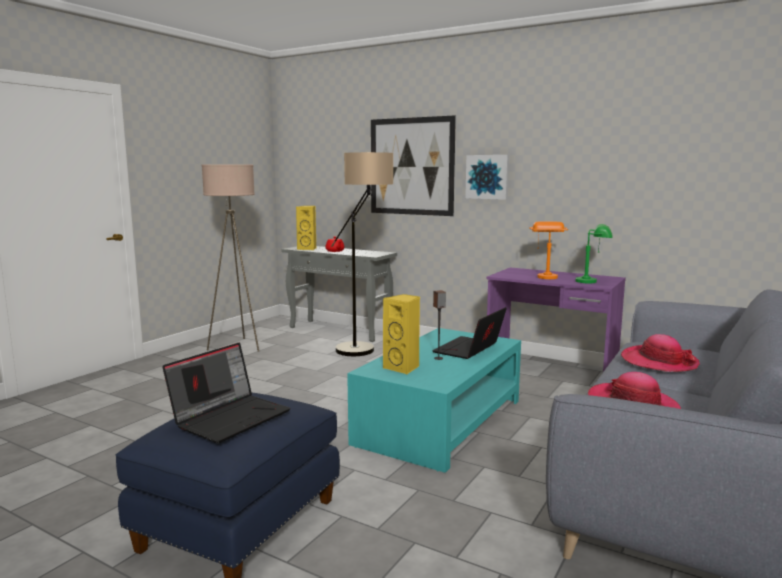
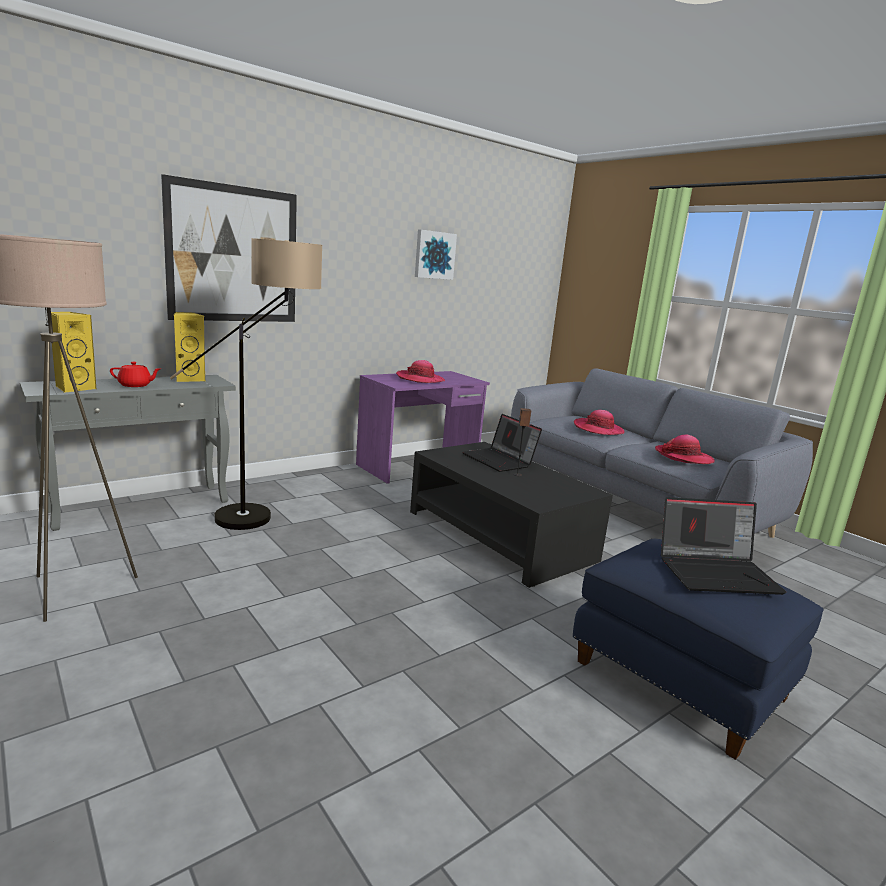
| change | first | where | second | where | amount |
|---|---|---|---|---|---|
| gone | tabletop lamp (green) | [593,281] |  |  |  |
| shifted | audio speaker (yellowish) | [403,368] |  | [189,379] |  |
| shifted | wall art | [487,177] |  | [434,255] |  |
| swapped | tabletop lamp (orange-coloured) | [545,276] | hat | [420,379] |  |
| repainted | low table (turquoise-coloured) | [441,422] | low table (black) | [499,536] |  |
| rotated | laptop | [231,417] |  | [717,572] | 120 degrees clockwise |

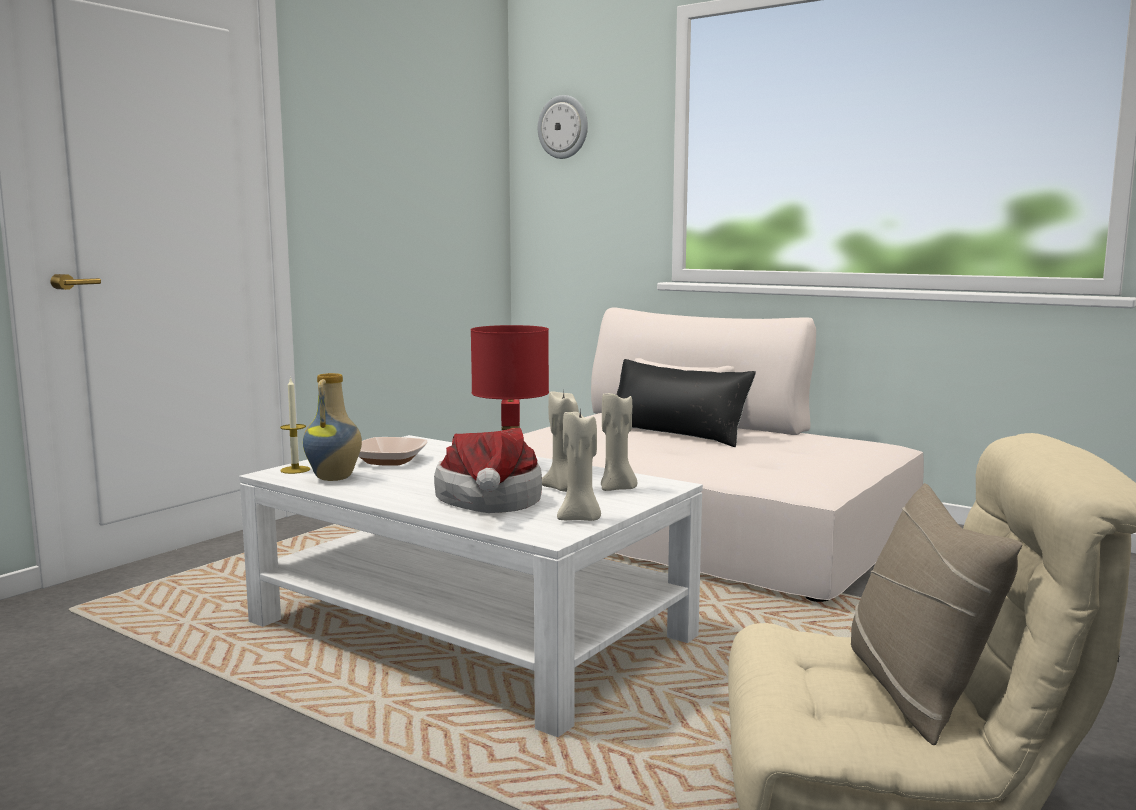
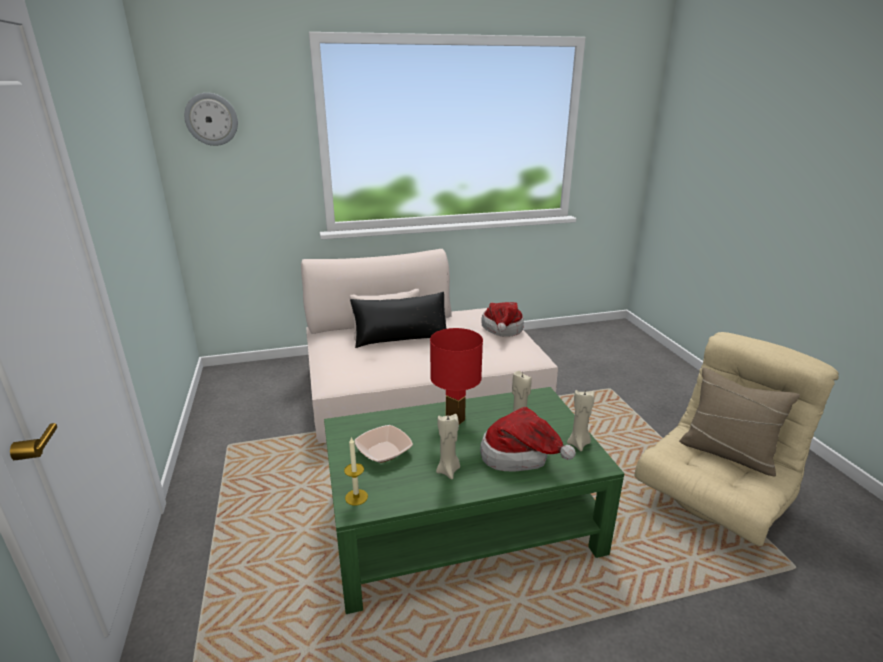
| change | first | where | second | where | amount |
|---|---|---|---|---|---|
| gone | vase | [335,478] |  |  |  |
| new |  |  | hat | [502,330] |  |
| shifted | wax light (sand-coloured) | [617,489] |  | [448,470] |  |
| repainted | low table (white) | [472,630] | low table (green) | [462,522] |  |

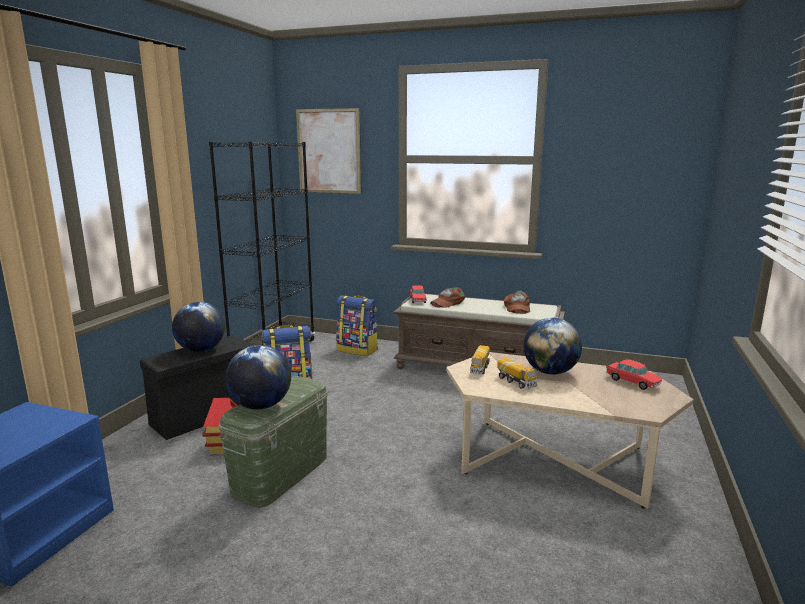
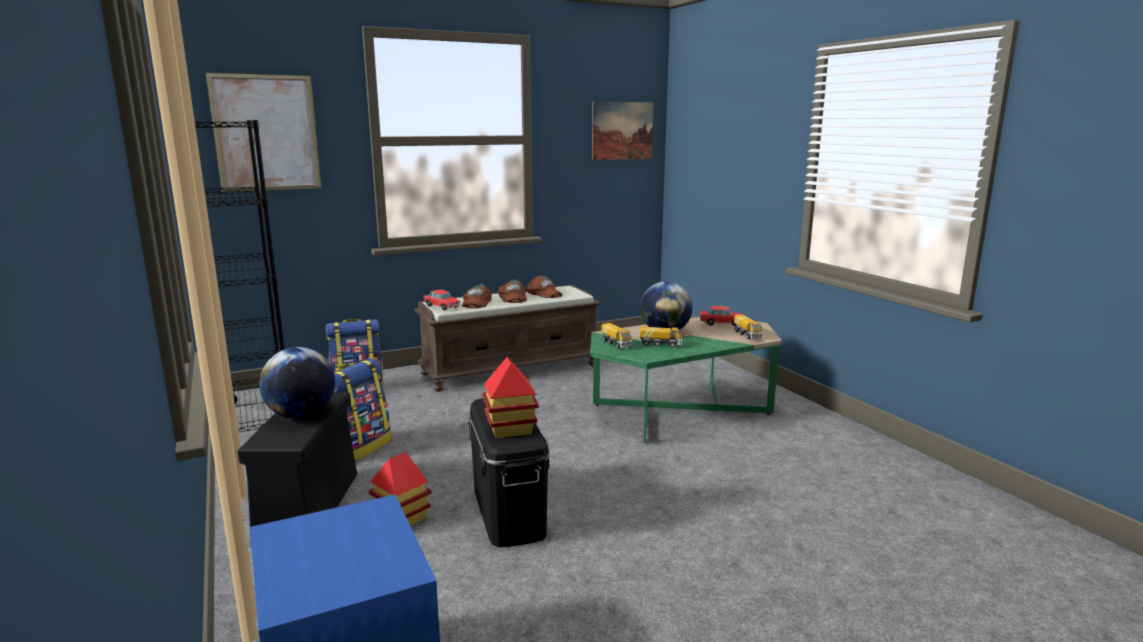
| change | first | where | second | where | amount |
|---|---|---|---|---|---|
| new |  |  | baseball cap (brownish) | [512,297] |  |
| new |  |  | wall art | [622,130] |  |
| new |  |  | model truck | [747,335] |  |
| swapped | world globe | [261,406] | miniature house | [510,429] |  |
| repainted | storage container (green) | [281,475] | storage container (black) | [509,510] |  |
| repainted | low table (sand-coloured) | [554,460] | low table (green) | [680,409] |  |

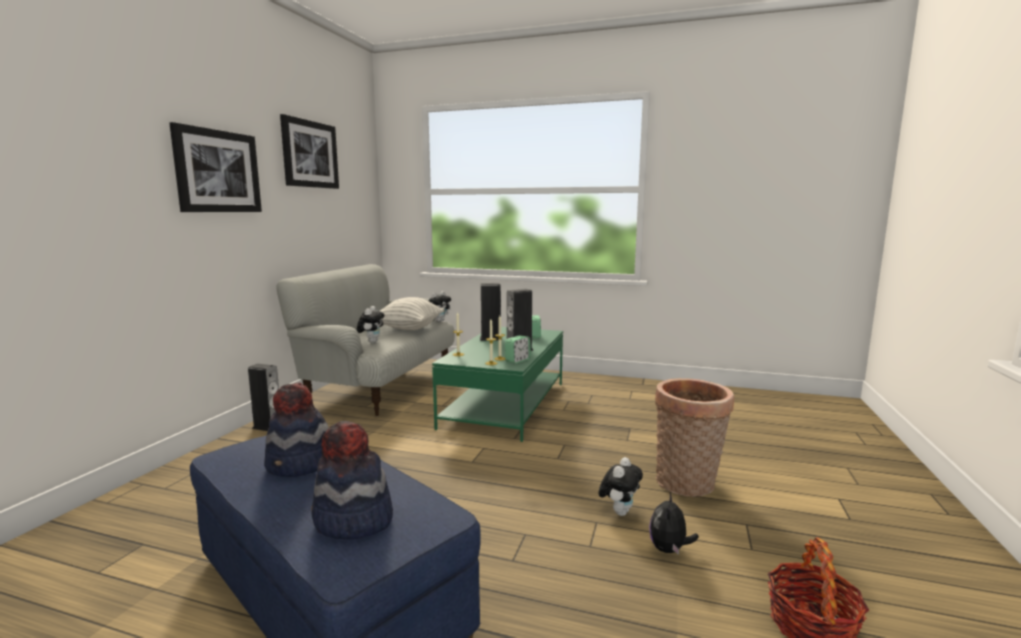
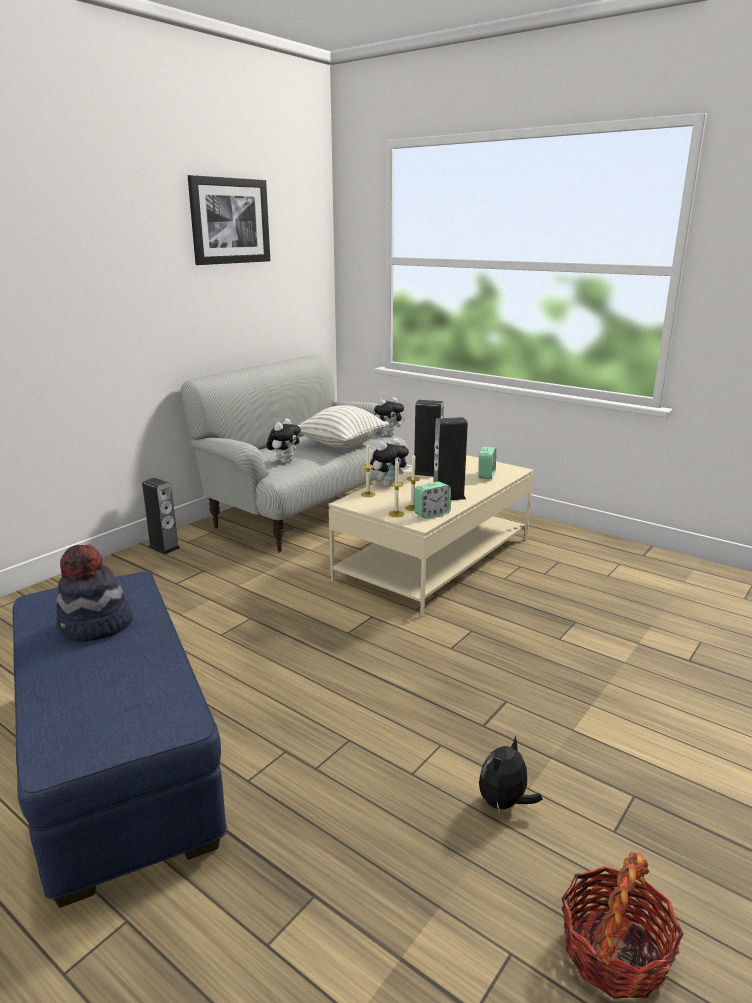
| change | first | where | second | where | amount |
|---|---|---|---|---|---|
| gone | wall art | [217,171] |  |  |  |
| gone | hat | [353,520] |  |  |  |
| gone | storage basket | [687,485] |  |  |  |
| shifted | cuddly toy | [619,511] |  | [389,484] |  |
| repainted | low table (green) | [505,404] | low table (sand-coloured) | [435,559] |  |

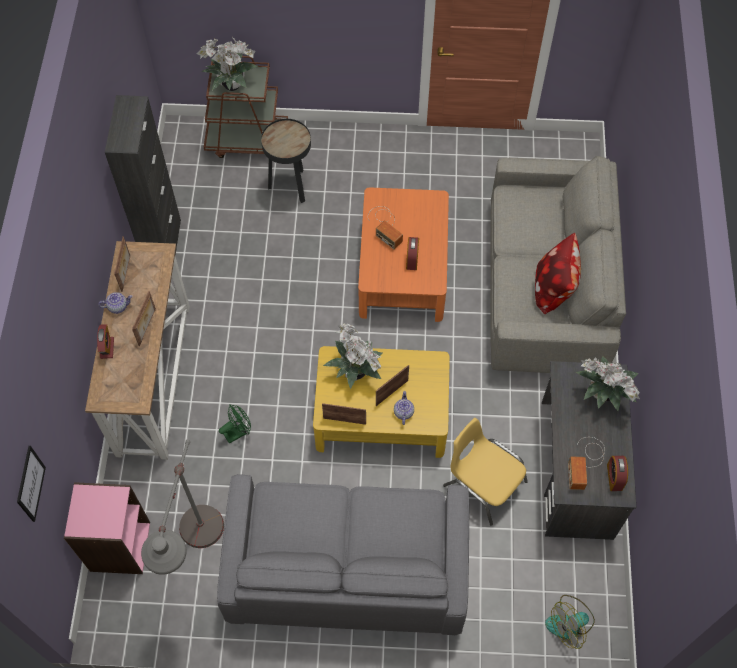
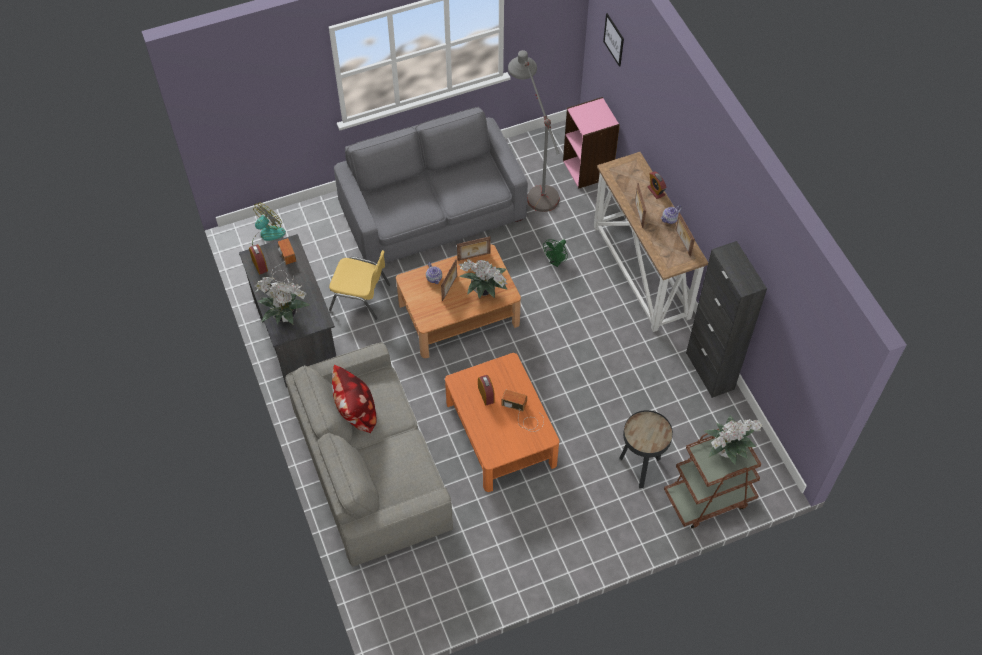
| change | first | where | second | where | amount |
|---|---|---|---|---|---|
| repainted | low table (yellowish) | [381,414] | low table (brownish) | [459,313] |  |

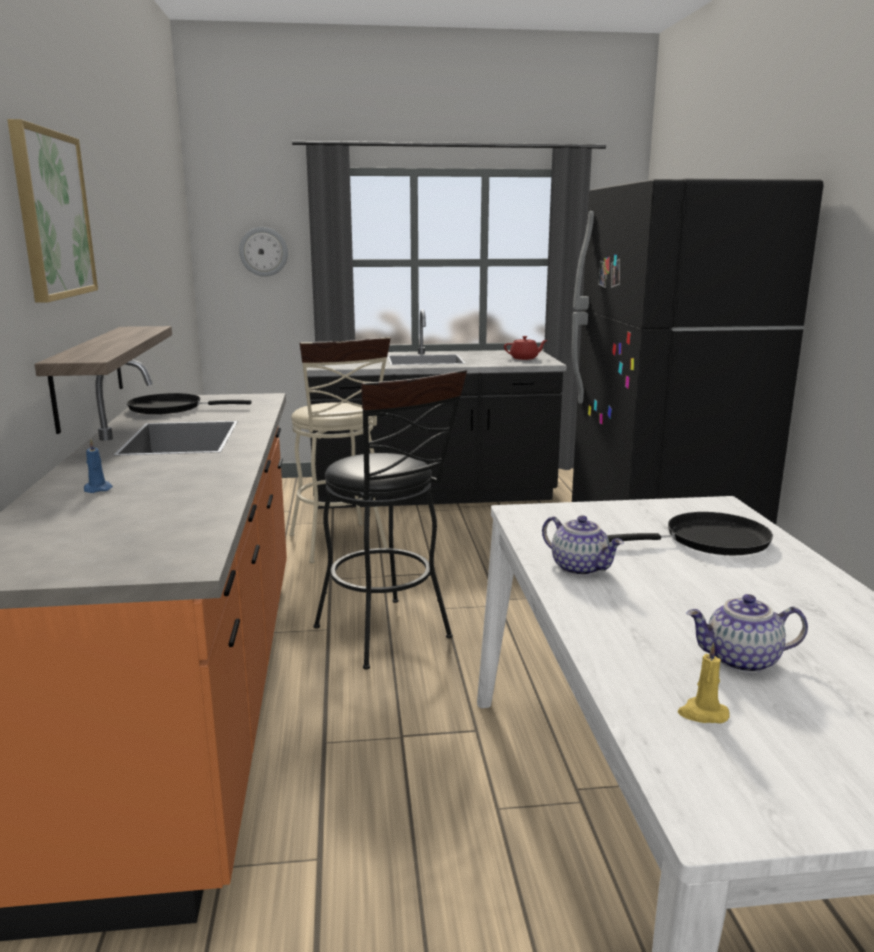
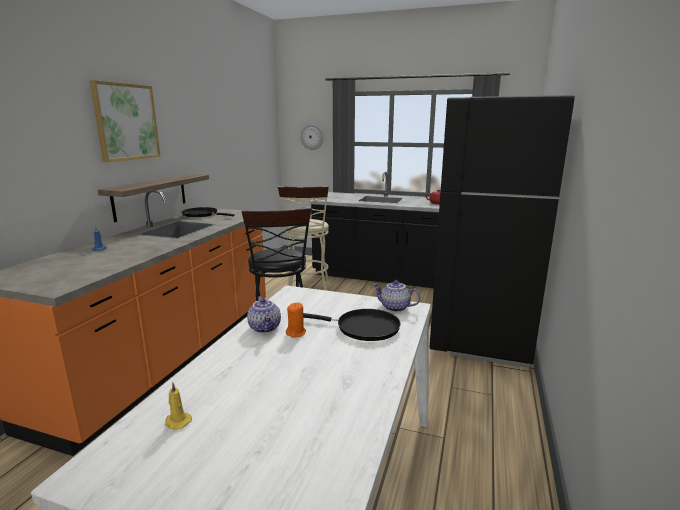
| change | first | where | second | where | amount |
|---|---|---|---|---|---|
| new |  |  | wax light (orange-coloured) | [296,333] |  |
| shifted | teapot | [741,661] |  | [394,308] |  |

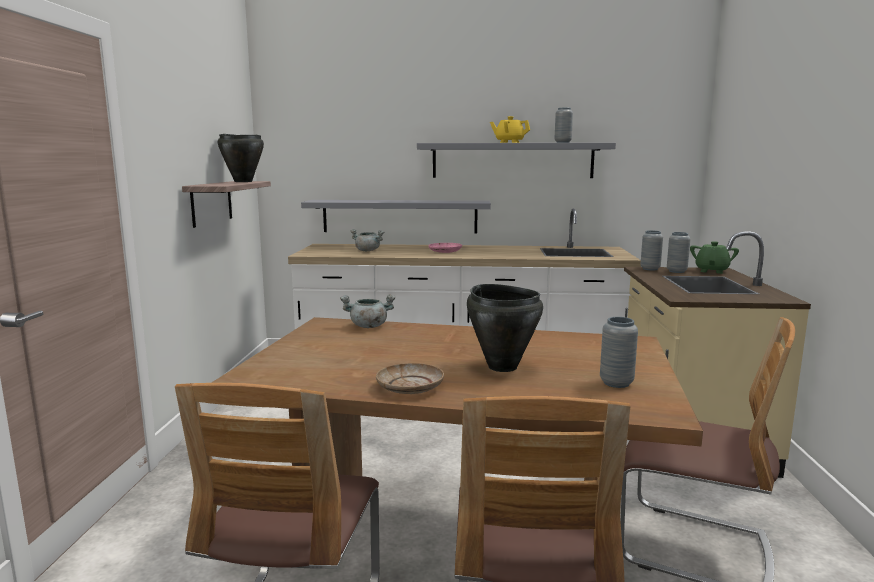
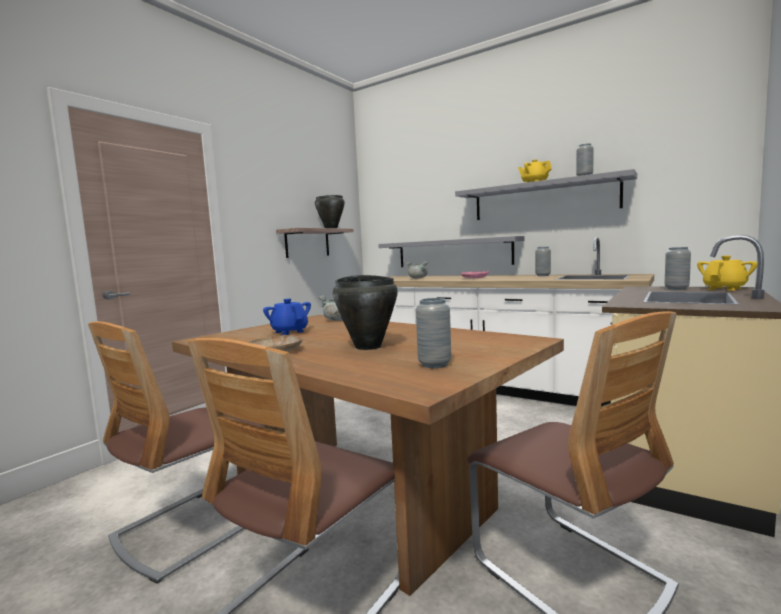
| change | first | where | second | where | amount |
|---|---|---|---|---|---|
| new |  |  | teapot (blue-coloured) | [289,332] |  |
| shifted | vase (greyish) | [650,269] |  | [543,275] |  |
| repainted | teapot (green) | [712,271] | teapot (yellowish) | [724,289] |  |

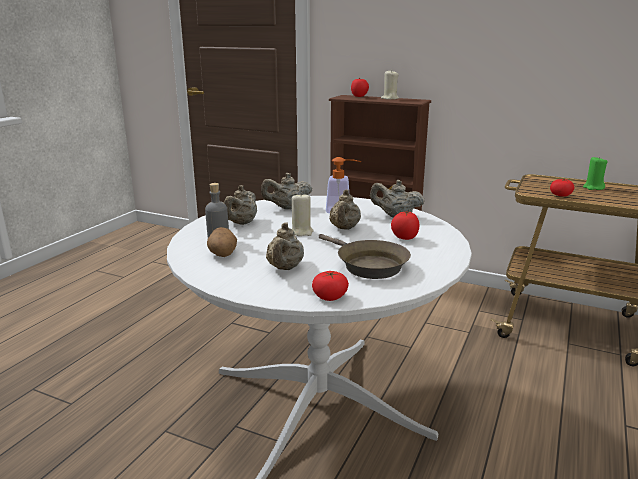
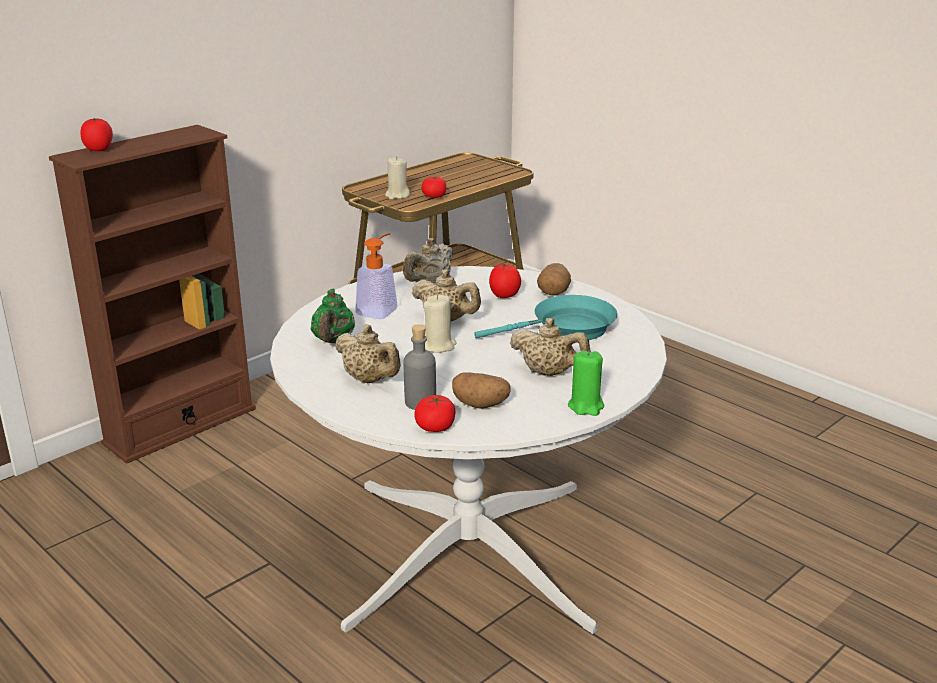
| change | first | where | second | where | amount |
|---|---|---|---|---|---|
| new |  |  | whole potato | [553,292] |  |
| shifted | whole tomato | [330,296] |  | [435,426] |  |
| shifted | wax light (sand-coloured) | [389,98] |  | [397,196] |  |
| shifted | wax light (green) | [593,187] |  | [586,406] |  |
| repainted | teapot (sand-coloured) | [287,208] | teapot (green) | [333,341] |  |
| repainted | pan (brownish) | [367,265] | pan (turquoise-coloured) | [567,329] |  |

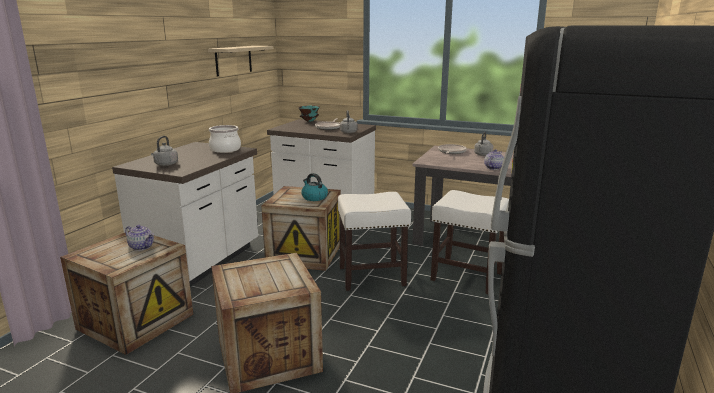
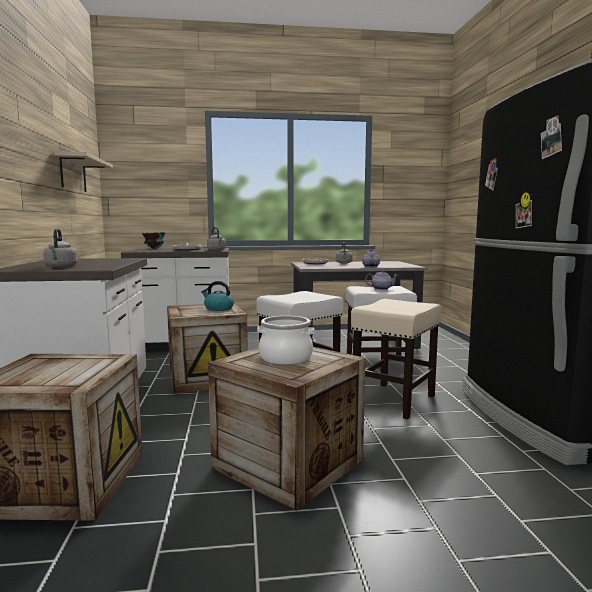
| change | first | where | second | where | amount |
|---|---|---|---|---|---|
| new |  |  | stool seat (sand-coloured) | [394,399] |  |
| shifted | teapot | [142,247] |  | [381,289] |  |
| shifted | saucepot | [225,149] |  | [286,358] |  |

